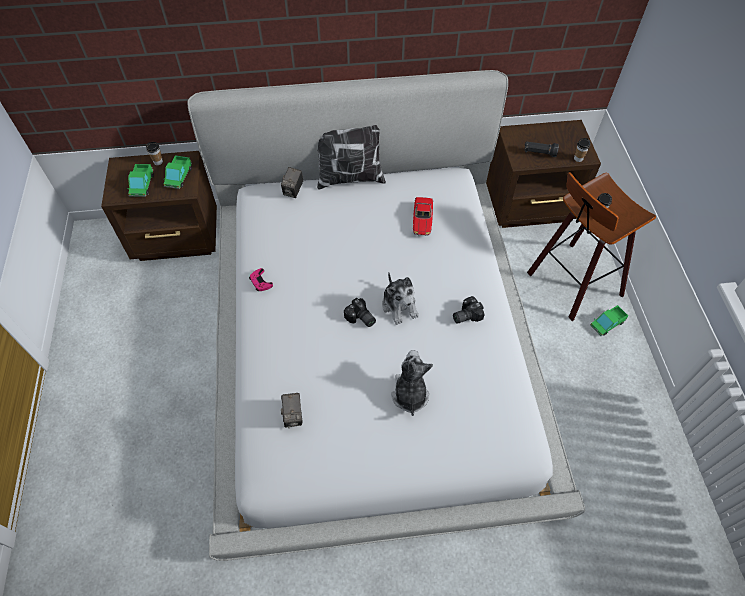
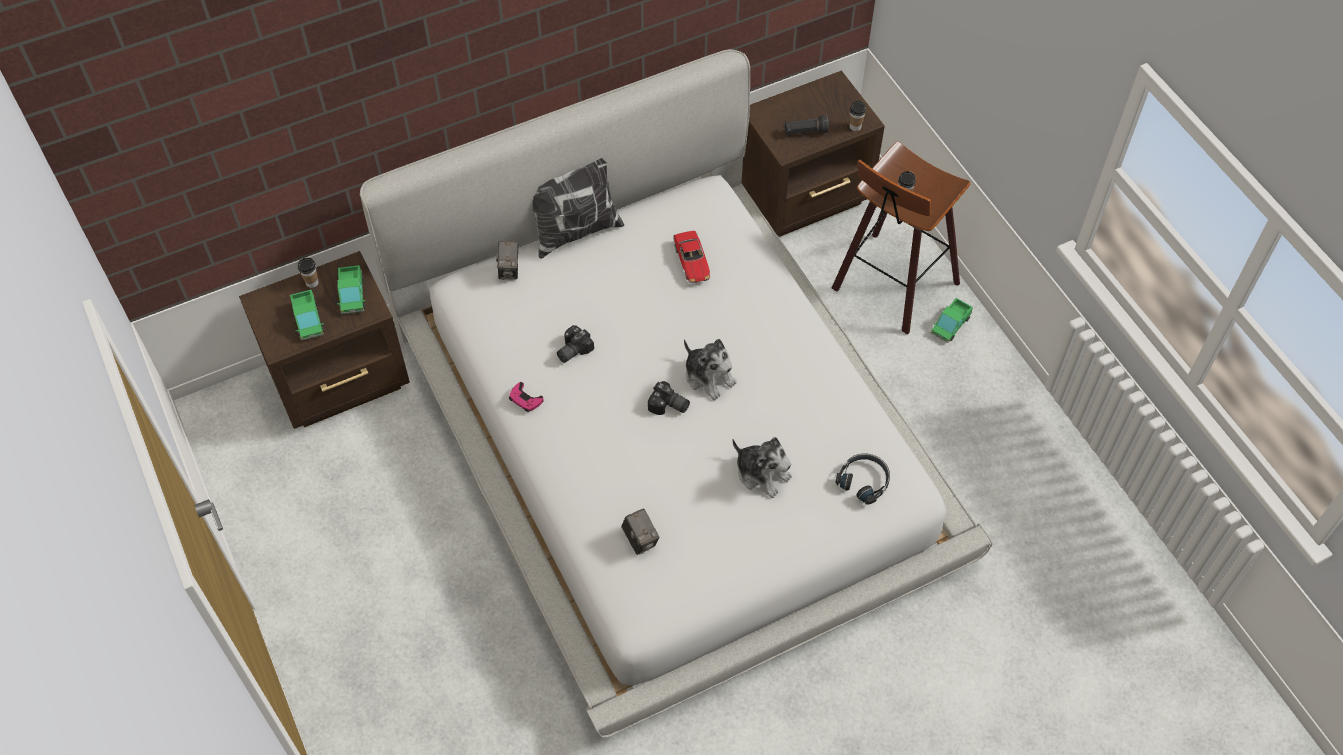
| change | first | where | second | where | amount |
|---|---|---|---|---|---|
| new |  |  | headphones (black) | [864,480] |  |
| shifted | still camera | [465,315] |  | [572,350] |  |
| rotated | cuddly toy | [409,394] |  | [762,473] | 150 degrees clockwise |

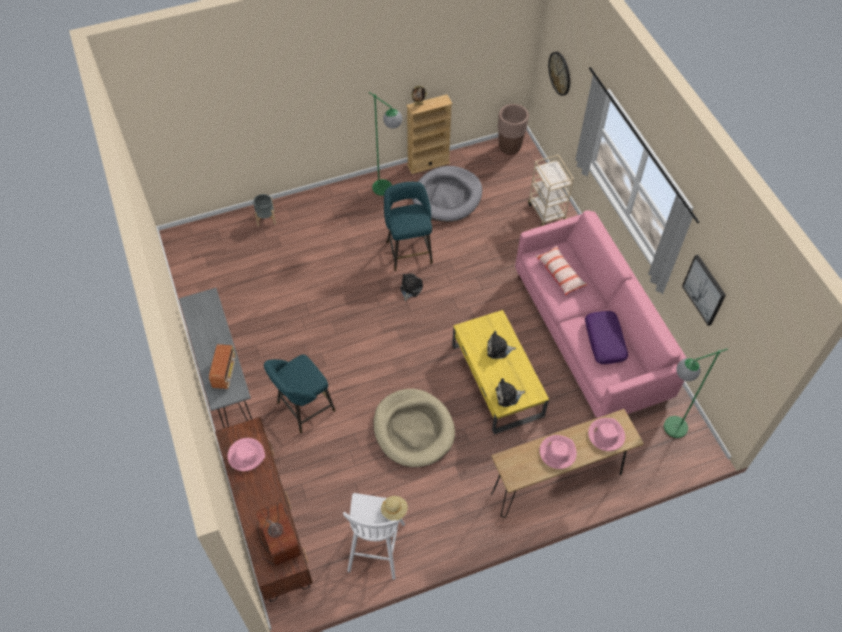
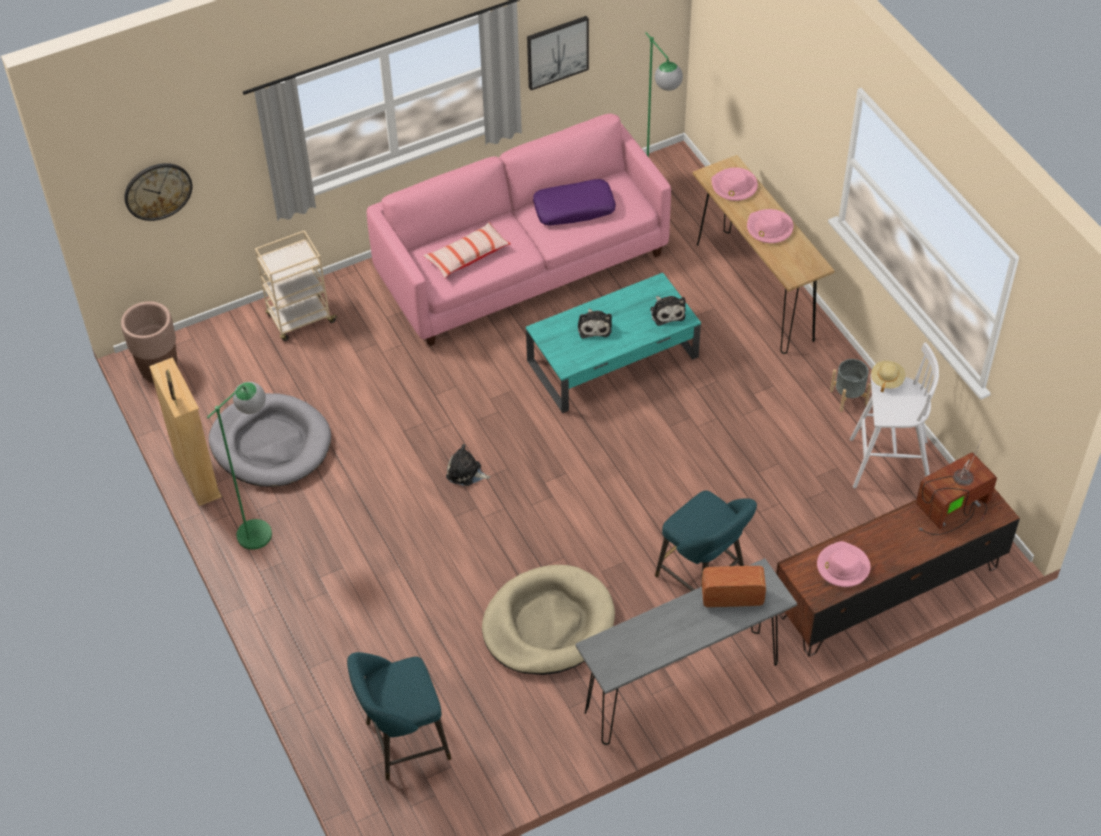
| change | first | where | second | where | amount |
|---|---|---|---|---|---|
| shifted | plant pot (greyish) | [266,218] |  | [849,397] |  |
| shifted | pet bed (sand-coloured) | [413,429] |  | [548,624] |  |
| shifted | stool seat (turquoise-coloured) | [408,250] |  | [403,743] |  |
| repainted | low table (yellowish) | [497,380] | low table (turquoise-coloured) | [613,358] |  |

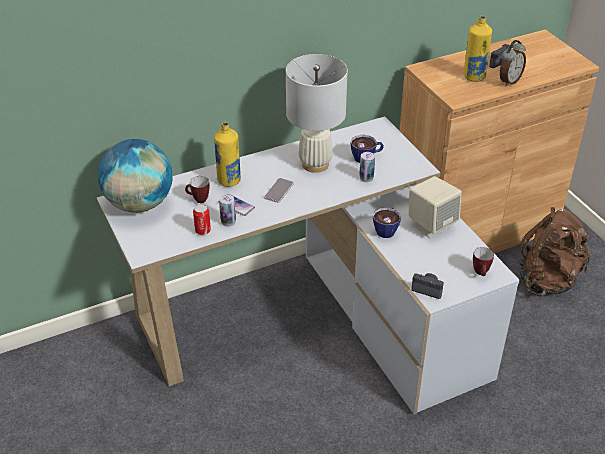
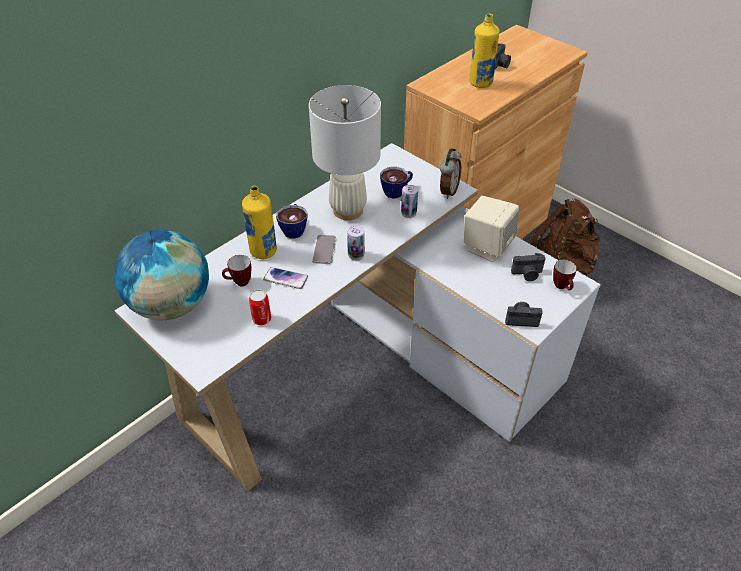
| change | first | where | second | where | amount |
|---|---|---|---|---|---|
| new |  |  | still camera | [527,274] |  |
| shifted | metal can | [228,221] |  | [356,255] |  |
| shifted | drinking cup | [387,229] |  | [294,229] |  |
| shifted | alarm clock | [509,81] |  | [448,191] |  |

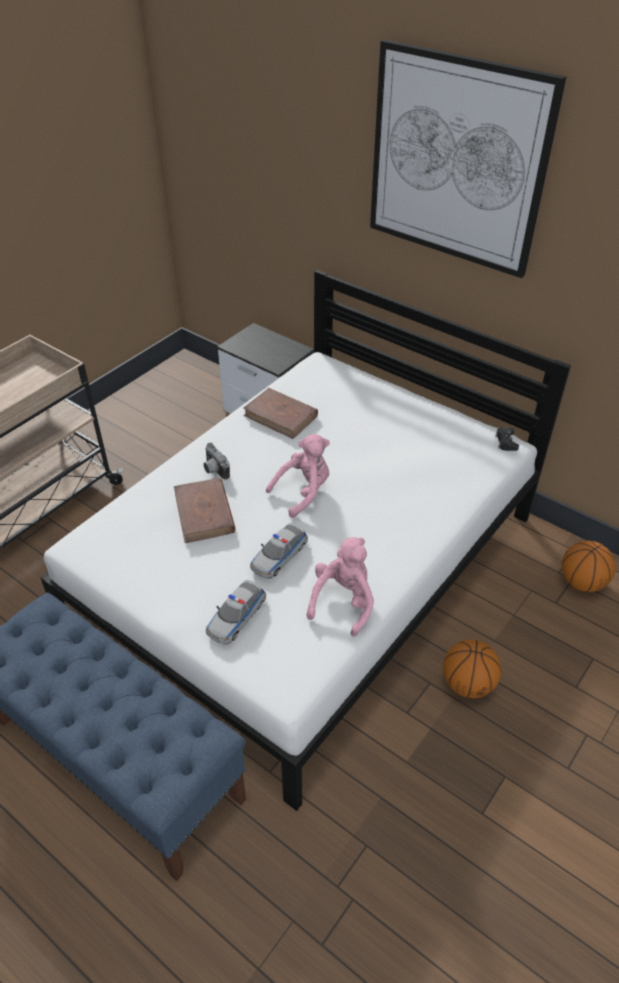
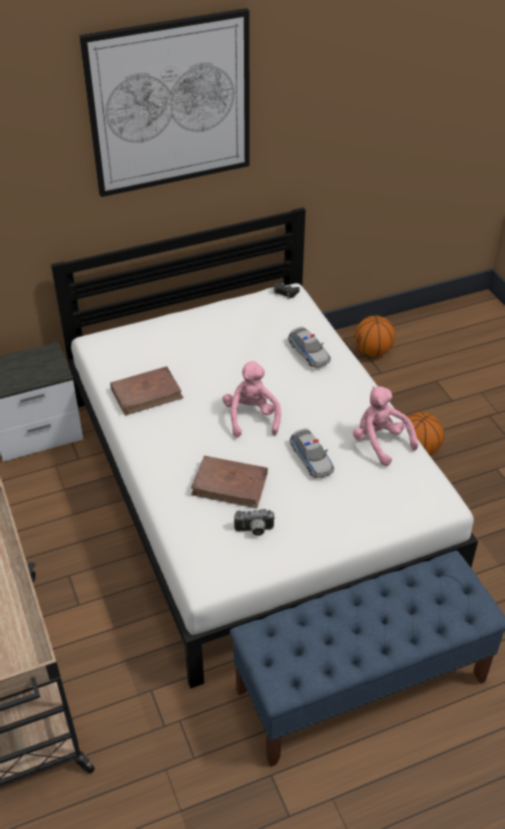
| change | first | where | second | where | amount |
|---|---|---|---|---|---|
| shifted | still camera | [214,470] |  | [254,531] |  |
| shifted | toy car | [236,617] |  | [308,352] |  |

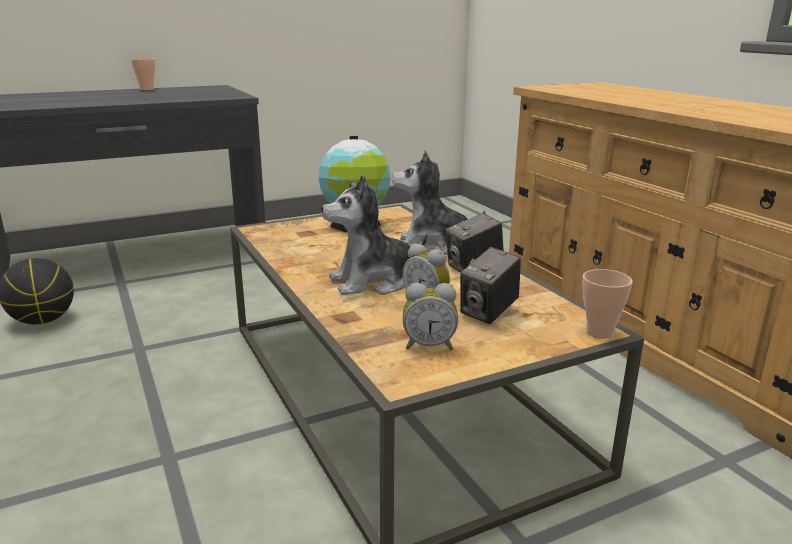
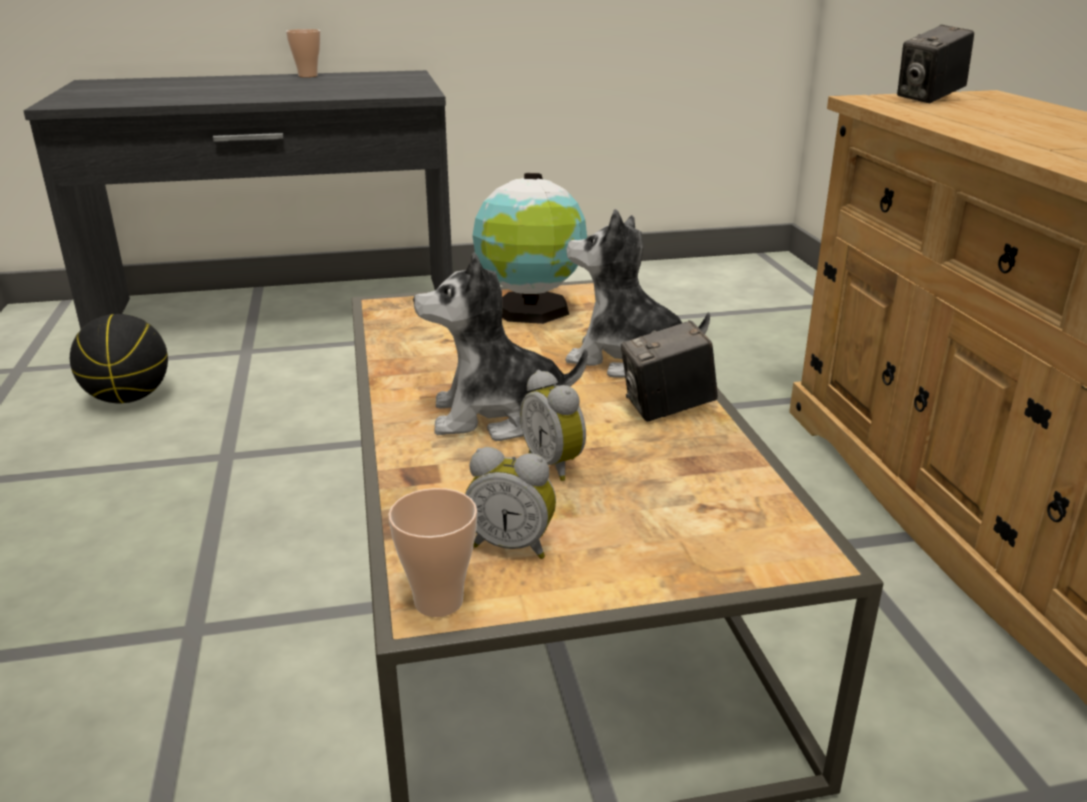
| change | first | where | second | where | amount |
|---|---|---|---|---|---|
| shifted | still camera | [488,313] |  | [929,99] |  |
| shifted | drinking cup | [599,332] |  | [438,602] |  |

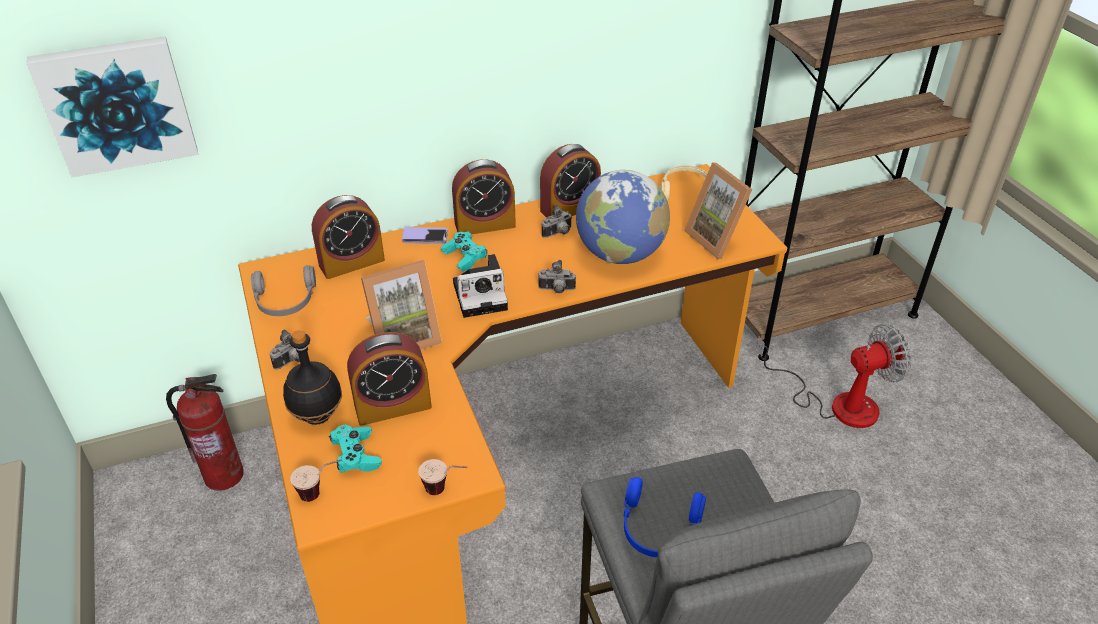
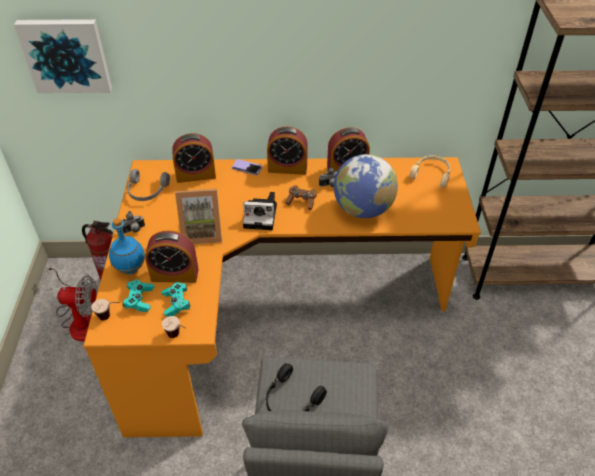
| change | first | where | second | where | amount |
|---|---|---|---|---|---|
| gone | still camera | [556,290] |  |  |  |
| gone | picture frame | [718,239] |  |  |  |
| new |  |  | game controller (brownish) | [301,202] |  |
| shifted | game controller (turquoise-coloured) | [464,257] |  | [176,303] |  |
| shifted | electric fan | [837,403] |  | [81,320] |  |
| repainted | beverage bottle (black) | [318,416] | beverage bottle (blue-coloured) | [131,269] |  |
| repainted | headphones (blue-coloured) | [658,529] | headphones (black) | [291,400] |  |

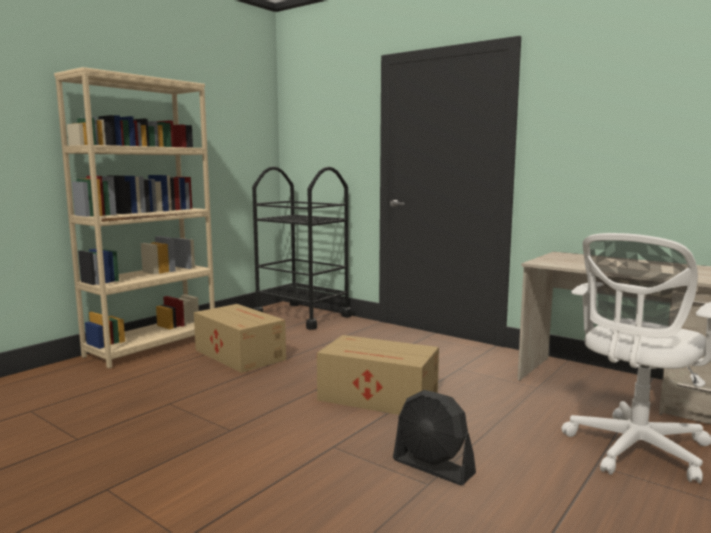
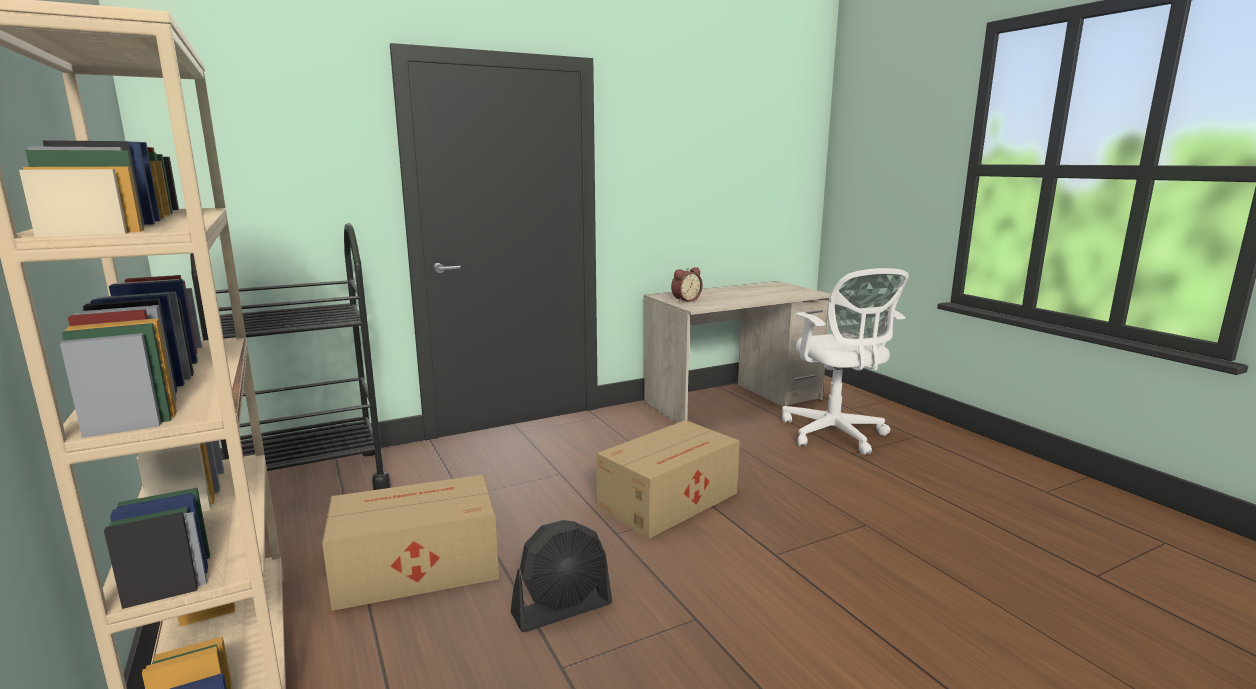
| change | first | where | second | where | amount |
|---|---|---|---|---|---|
| new |  |  | alarm clock | [685,300] |  |
| shifted | electric fan (black) | [433,467] |  | [562,609] |  |

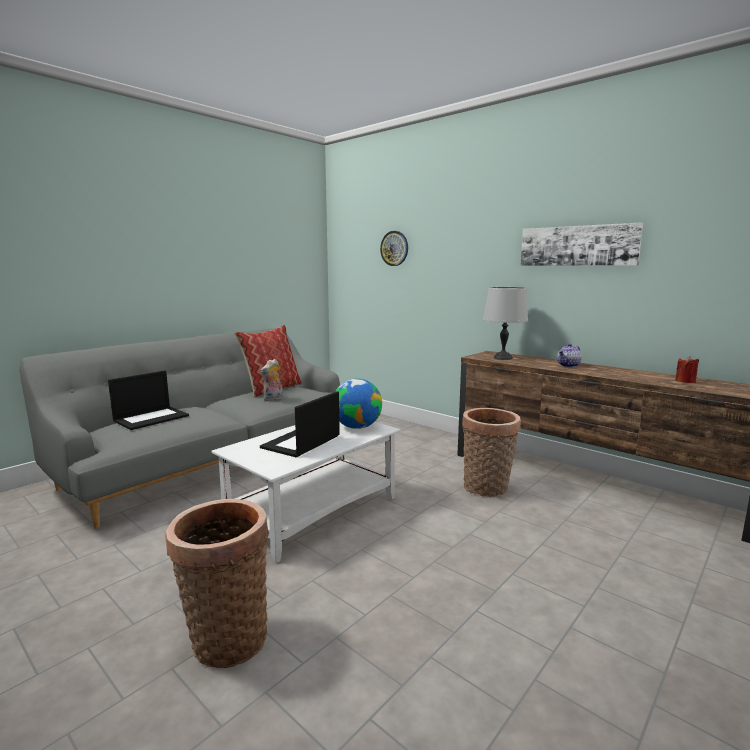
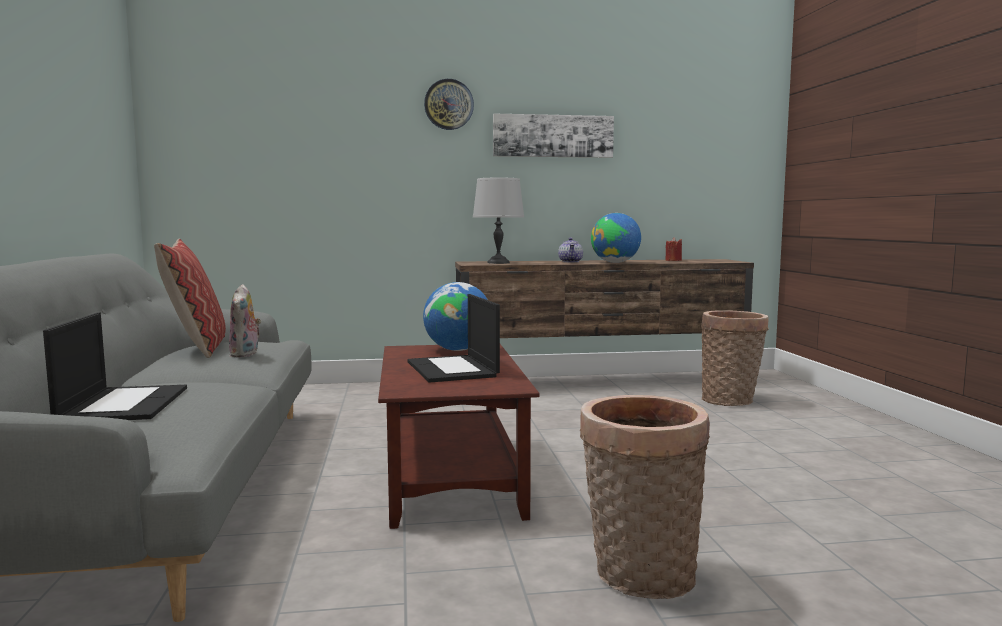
| change | first | where | second | where | amount |
|---|---|---|---|---|---|
| new |  |  | world globe | [615,262] |  |
| shifted | clock on the wall | [394,248] |  | [448,104] |  |
| shifted | storage basket | [487,489] |  | [731,400] |  |
| repainted | low table (white) | [314,511] | low table (brownish) | [450,475] |  |

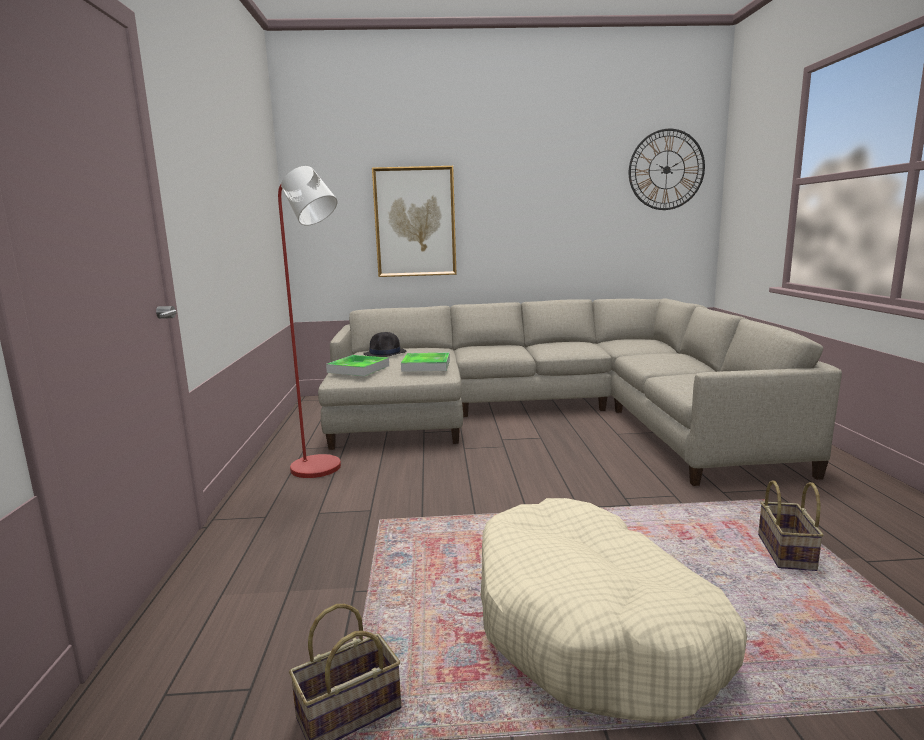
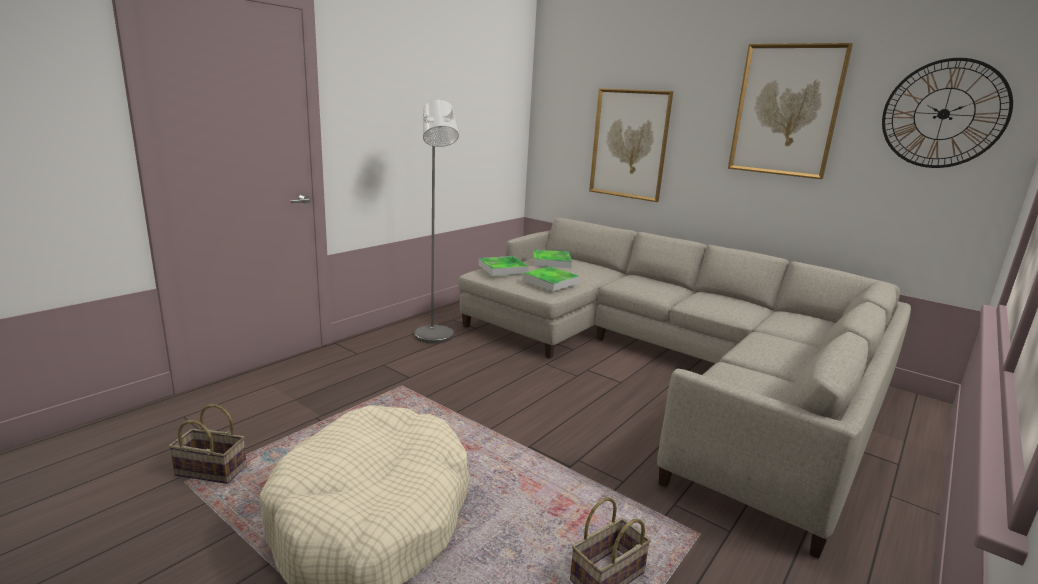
| change | first | where | second | where | amount |
|---|---|---|---|---|---|
| new |  |  | wall art | [786,110] |  |
| swapped | hat (black) | [385,353] | carrying tray | [551,262] |  |
| repainted | standard lamp (reddish) | [323,469] | standard lamp (greyish) | [435,338] |  |

